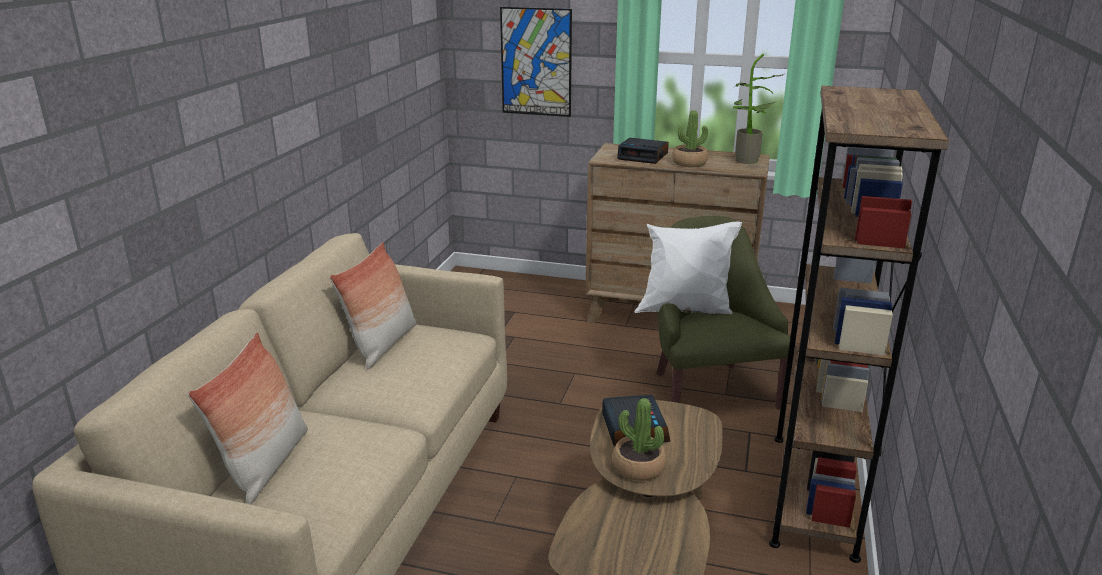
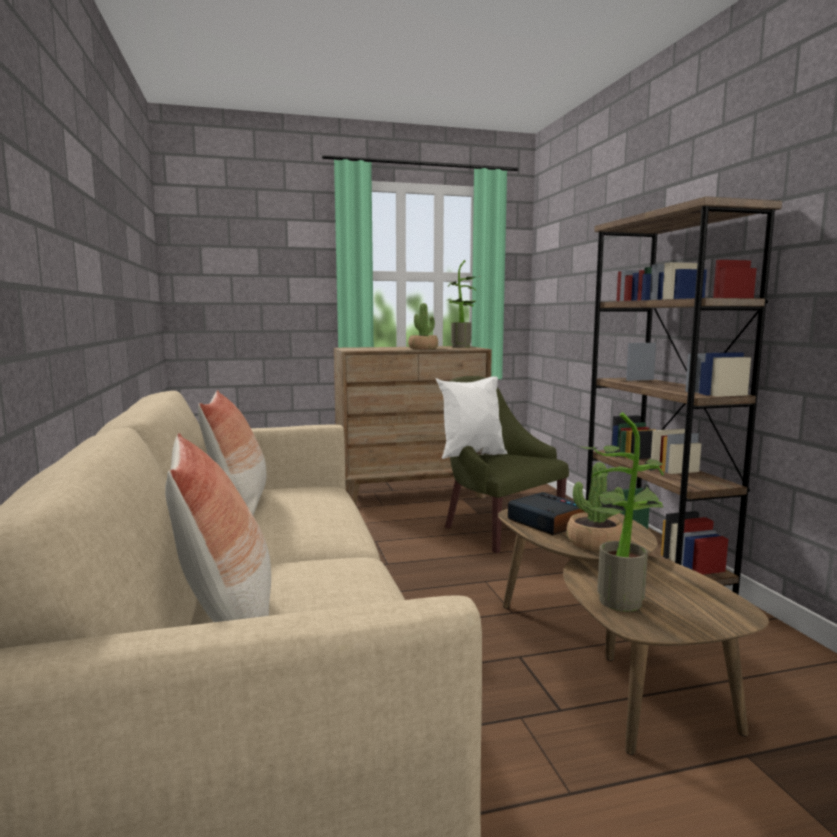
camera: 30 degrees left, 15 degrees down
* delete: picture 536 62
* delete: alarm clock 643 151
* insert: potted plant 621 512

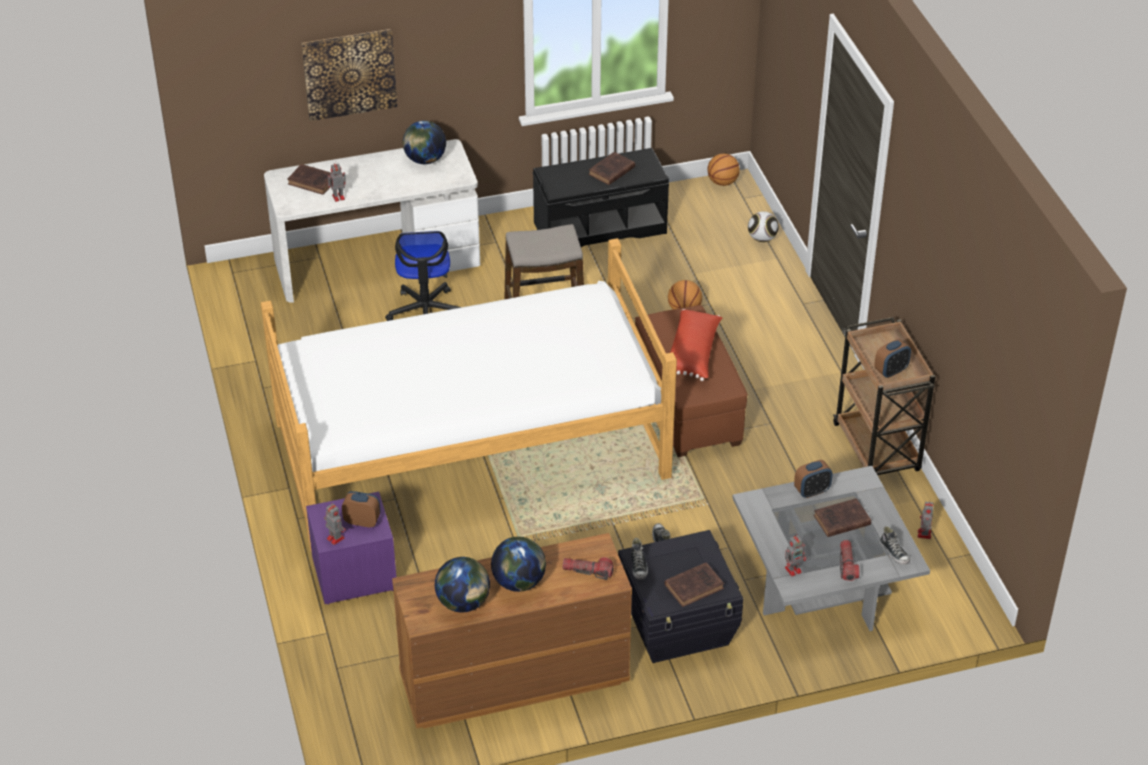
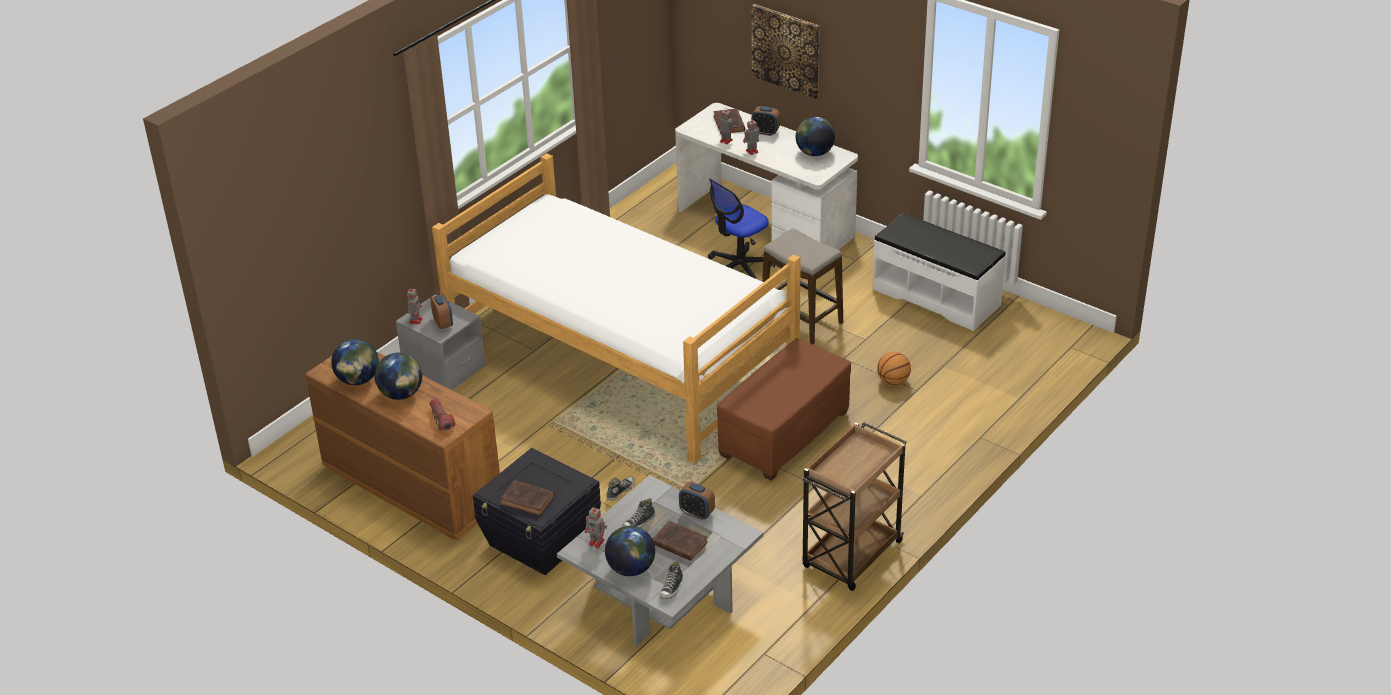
camera: 55 degrees right, 5 degrees down
* recolor: purple nightstand 351 548 to grey nightstand 441 342
* recolor: black bench 601 197 to white bench 939 272
* delete: brown book 612 168
* move: shoe 639 559 to 638 513
* delete: red pillow 696 345
* delete: basketball 723 169
* delete: football 763 226
* replace: flashlight 850 560 to globe 630 551
* move: alarm clock 892 358 to 765 121
* move: toy robot 925 520 to 751 136

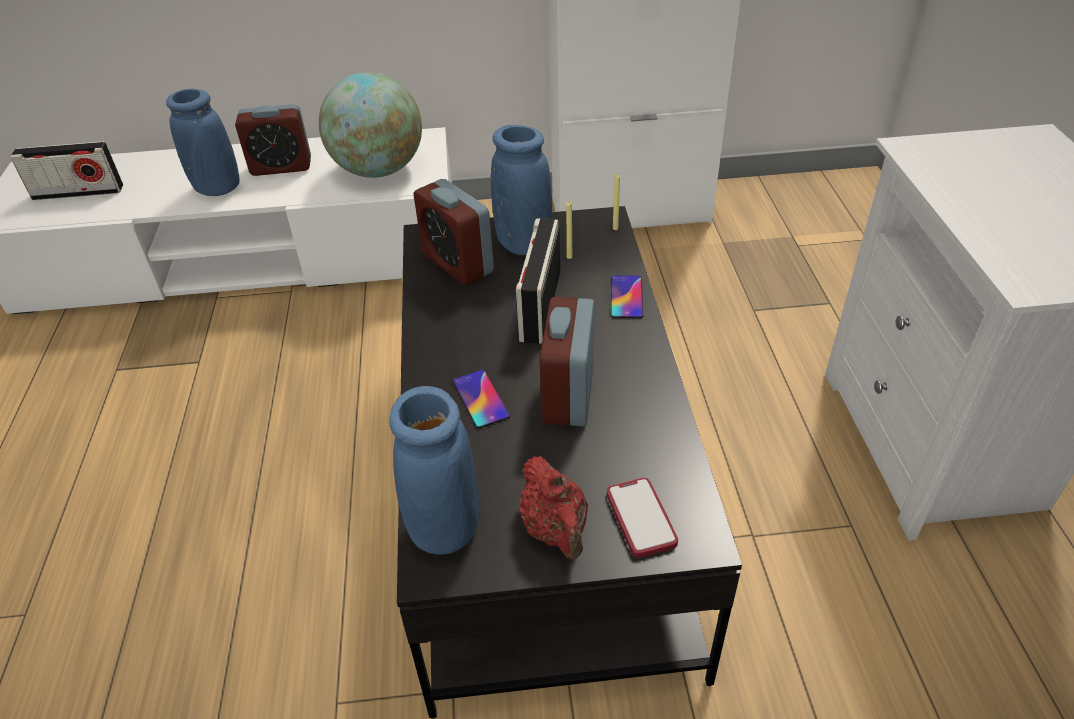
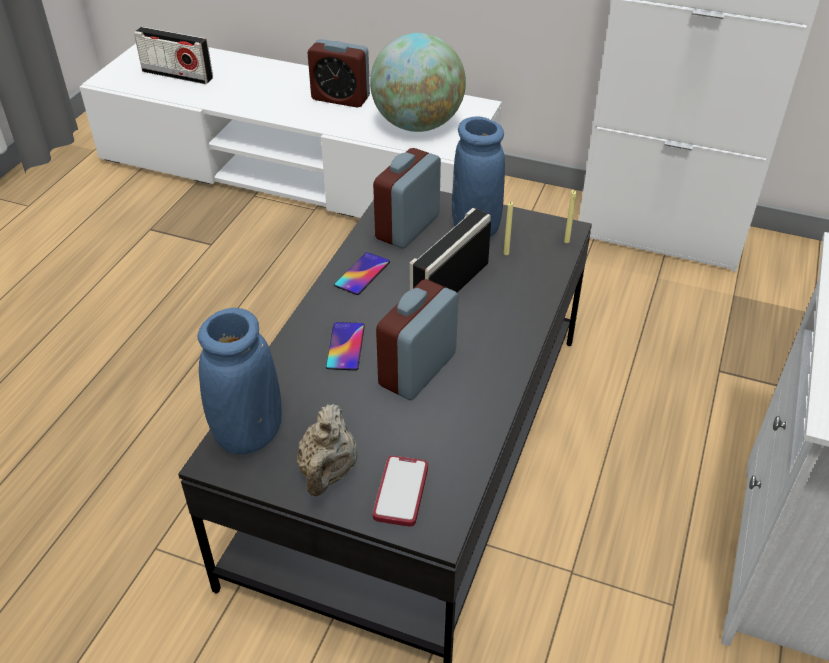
camera: 25 degrees right, 0 degrees up
* delete: blue vase 203 142
* rotate: alarm clock 453 232 = 407 198 45 degrees clockwise
* recolor: red teapot 553 508 to beige teapot 327 450
* move: phone 627 296 to 362 273

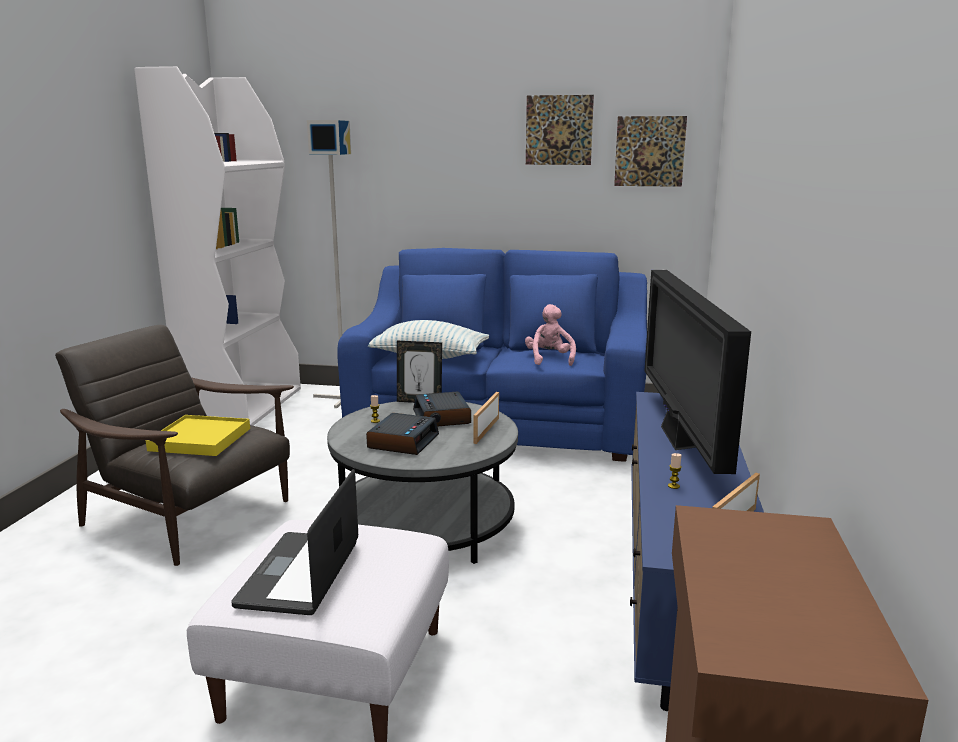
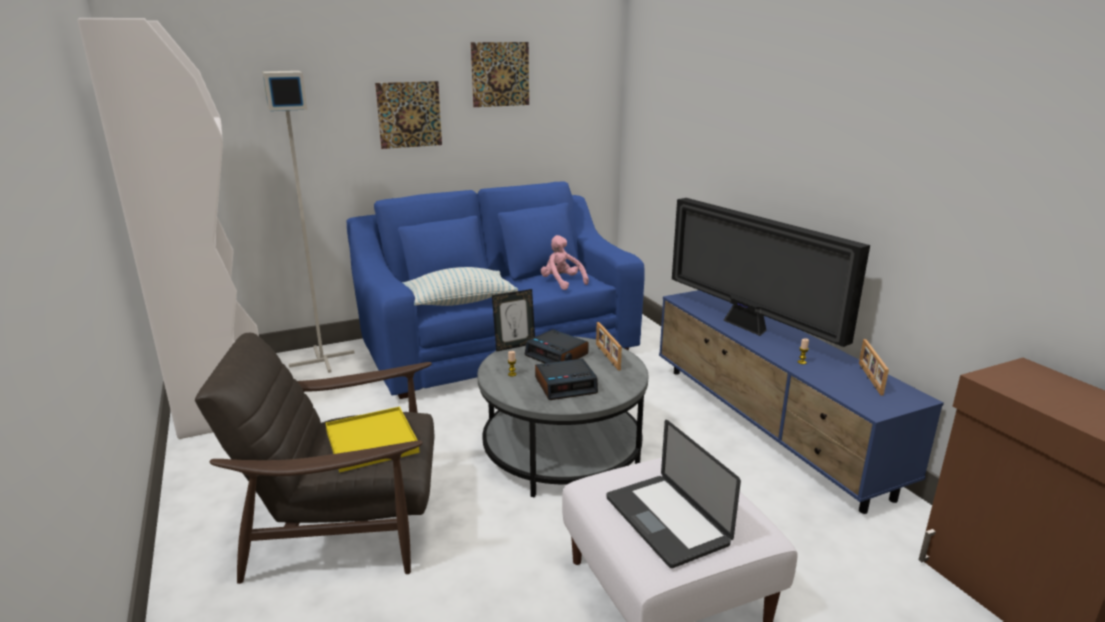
camera: 35 degrees left, 5 degrees up
* rotate: alarm clock 402 434 = 566 379 90 degrees clockwise
* move: picture 650 151 to 408 115

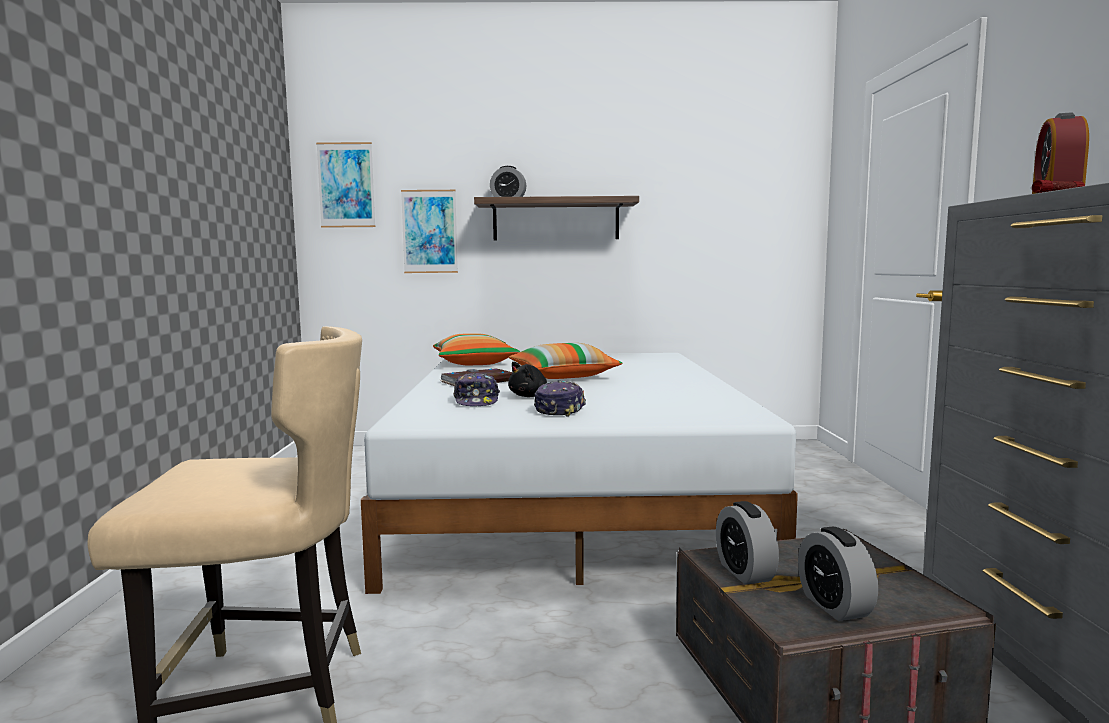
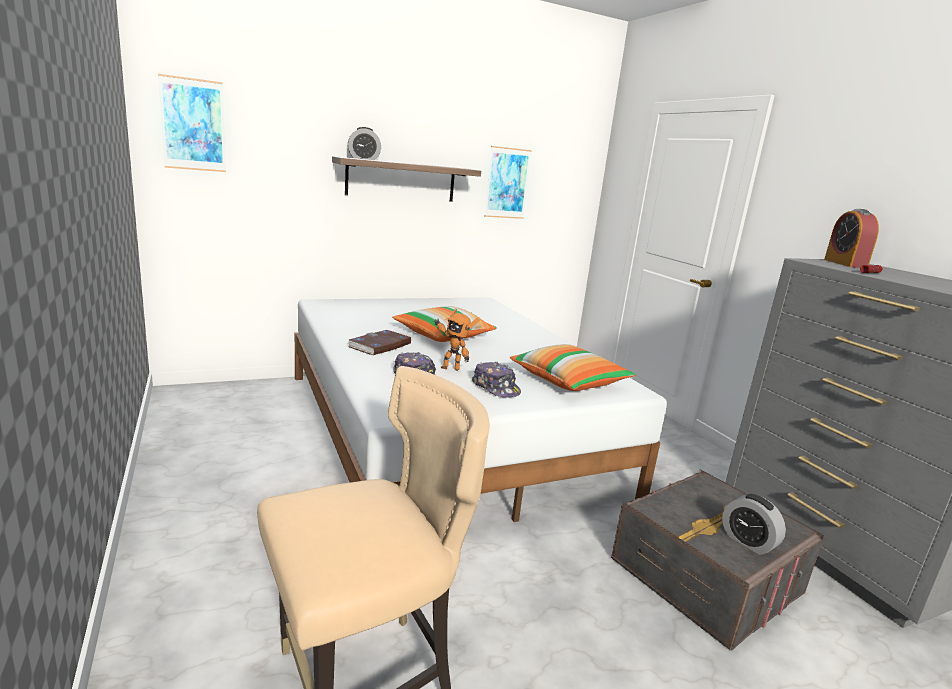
camera: 25 degrees left, 10 degrees up
* move: picture 429 231 to 508 182
* move: pillow 476 349 to 572 367
* replace: black plush toy 527 379 to toy robot 457 340
* rotate: cap 560 398 = 496 380 150 degrees clockwise
* delete: alarm clock 747 543

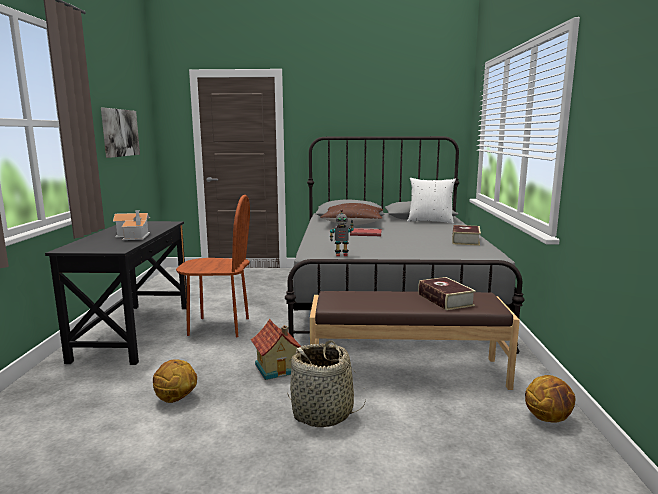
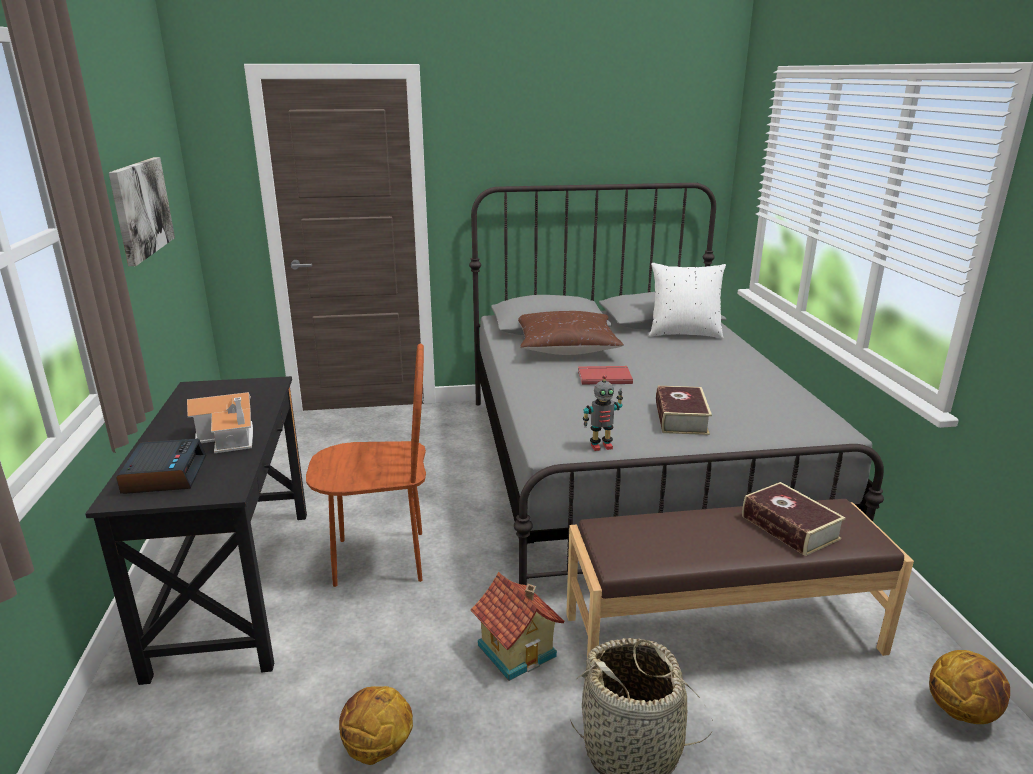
camera: 10 degrees left, 10 degrees up
* move: book 466 235 to 684 410
* insert: alarm clock 161 466

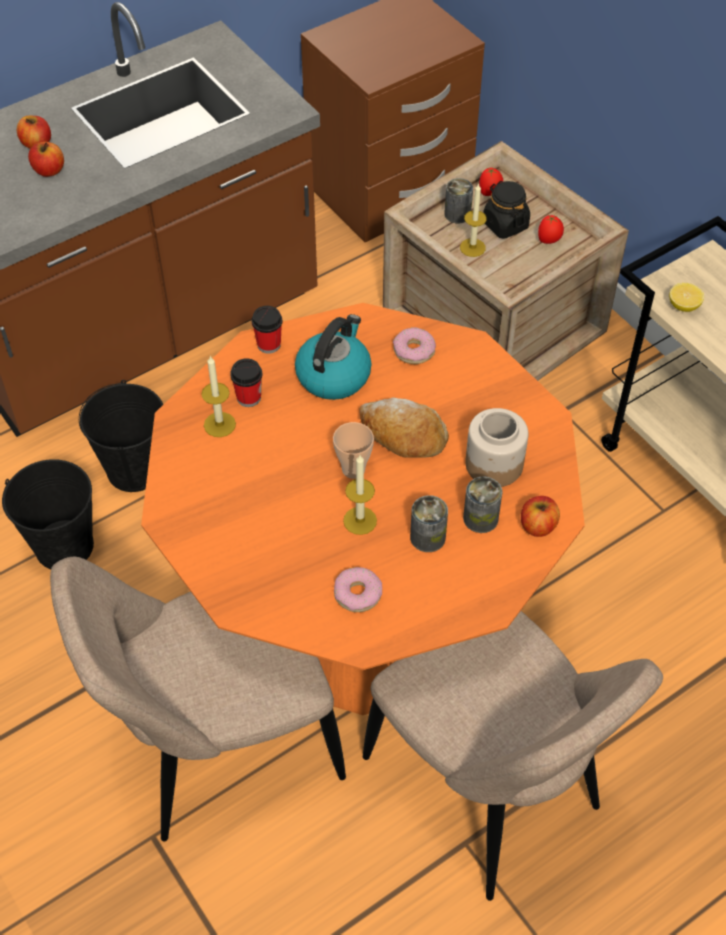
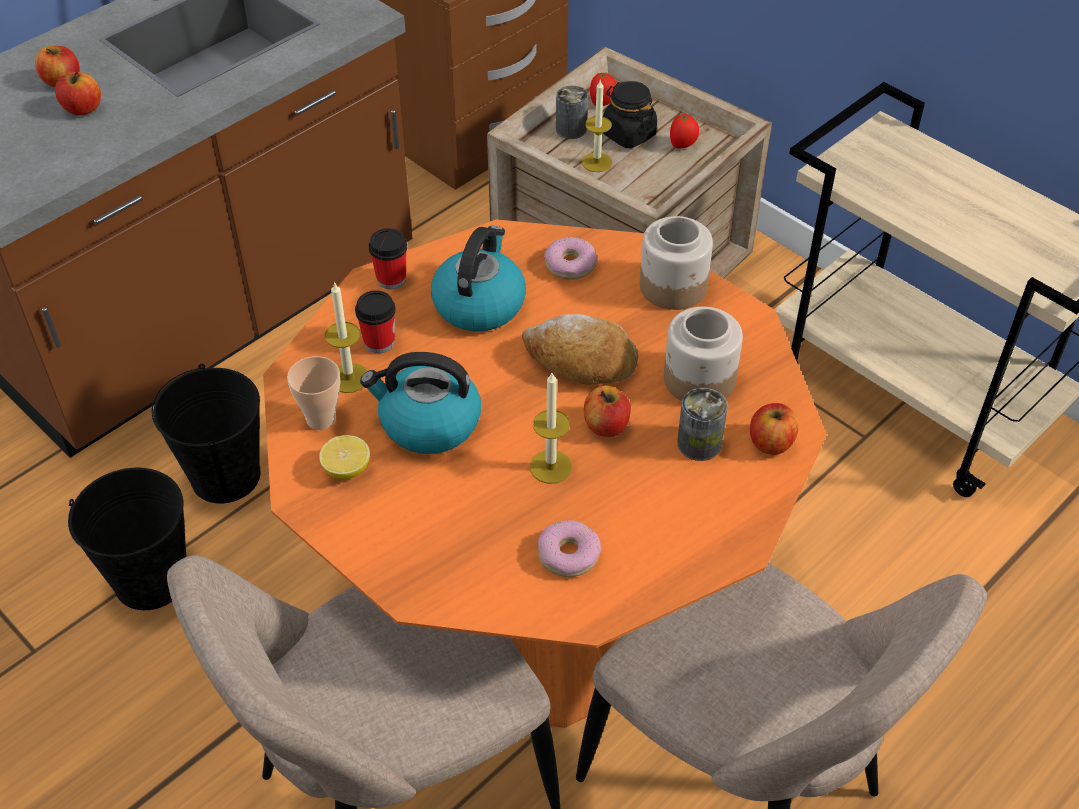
camera: 10 degrees left, 5 degrees down
* move: cup 353 450 to 313 393
* delete: can 429 523
* move: lemon 686 297 to 344 457
* insert: kettle 420 403
* insert: apple 607 411
* insert: jar 676 263

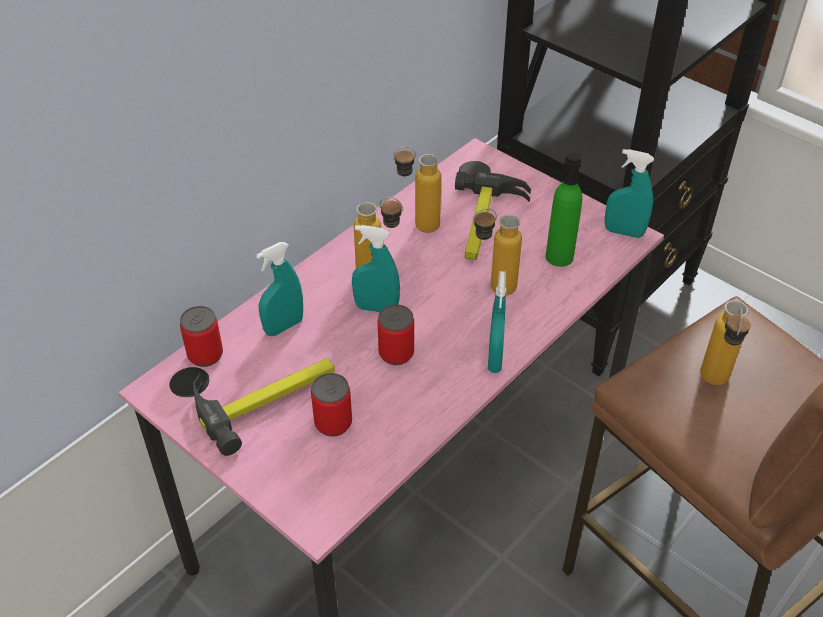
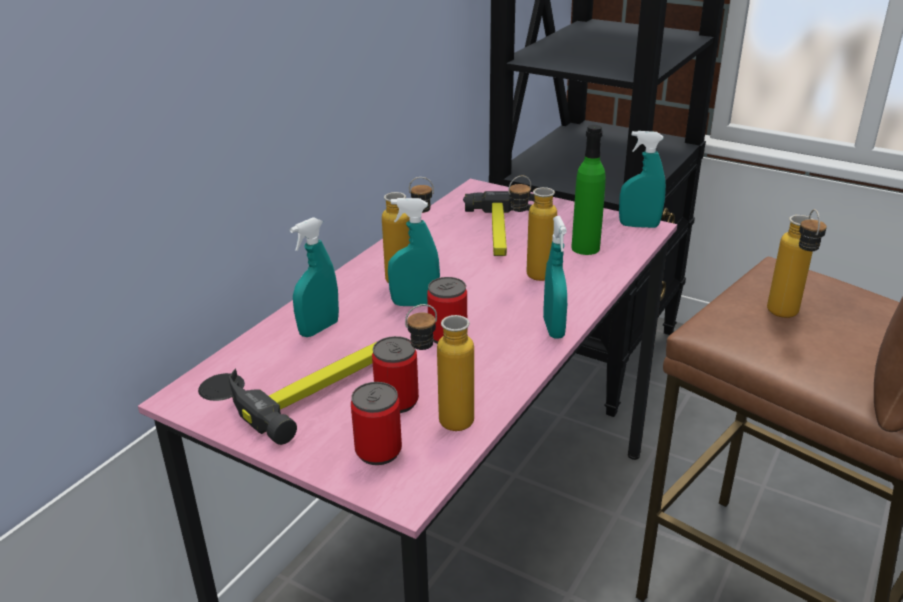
camera: 10 degrees left, 15 degrees down
* move: can 201 336 to 376 423
* move: bottle 417 189 to 439 367

